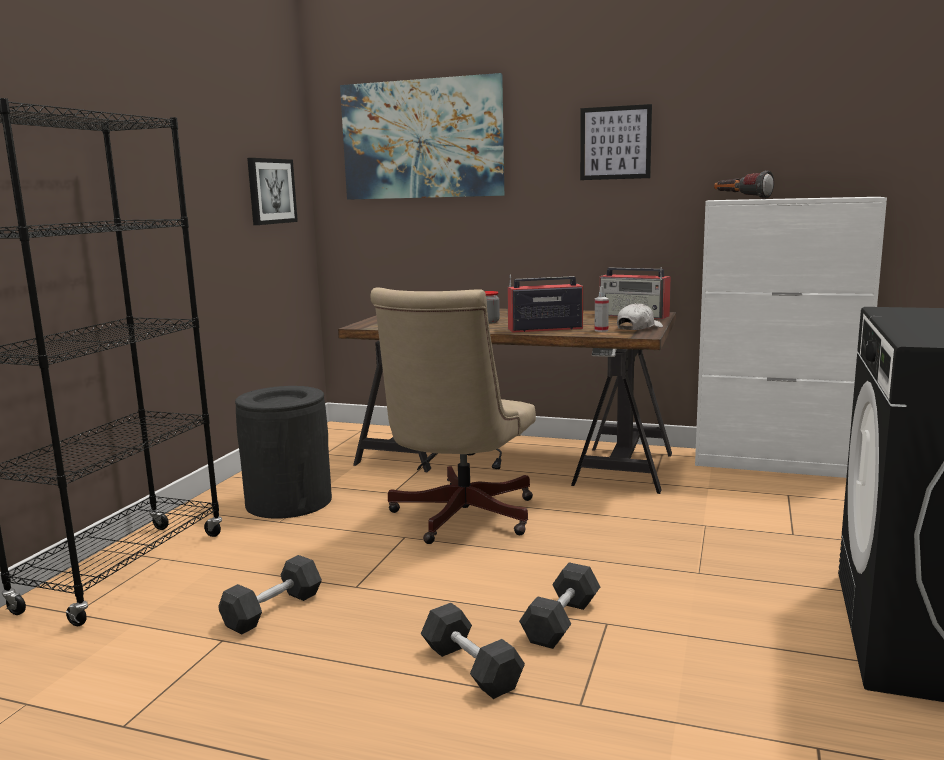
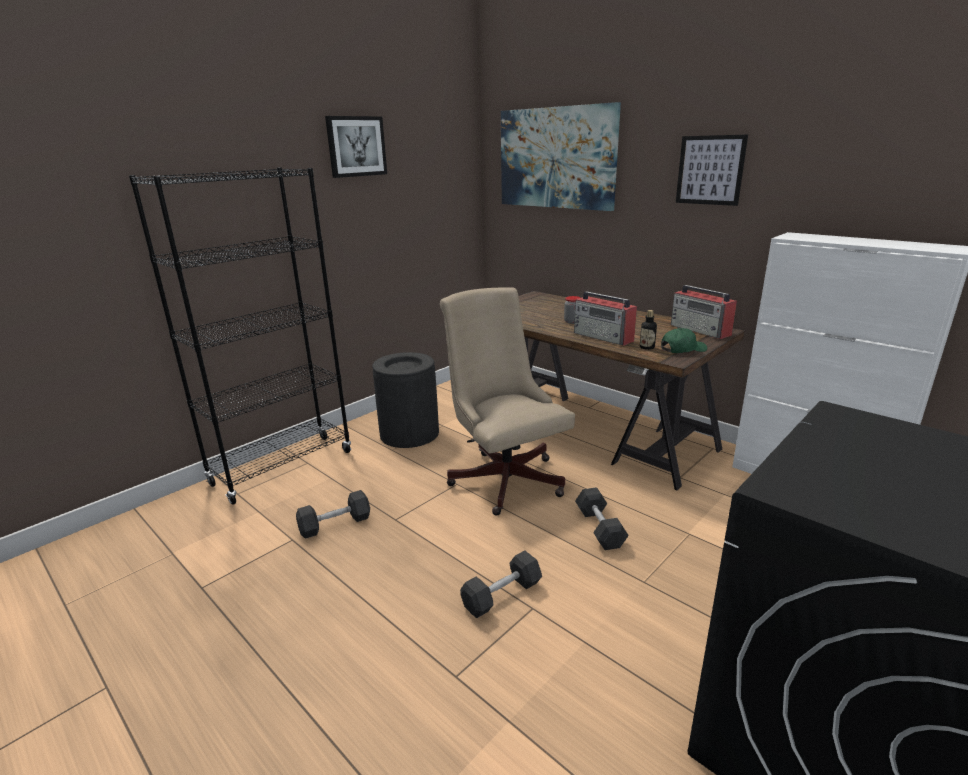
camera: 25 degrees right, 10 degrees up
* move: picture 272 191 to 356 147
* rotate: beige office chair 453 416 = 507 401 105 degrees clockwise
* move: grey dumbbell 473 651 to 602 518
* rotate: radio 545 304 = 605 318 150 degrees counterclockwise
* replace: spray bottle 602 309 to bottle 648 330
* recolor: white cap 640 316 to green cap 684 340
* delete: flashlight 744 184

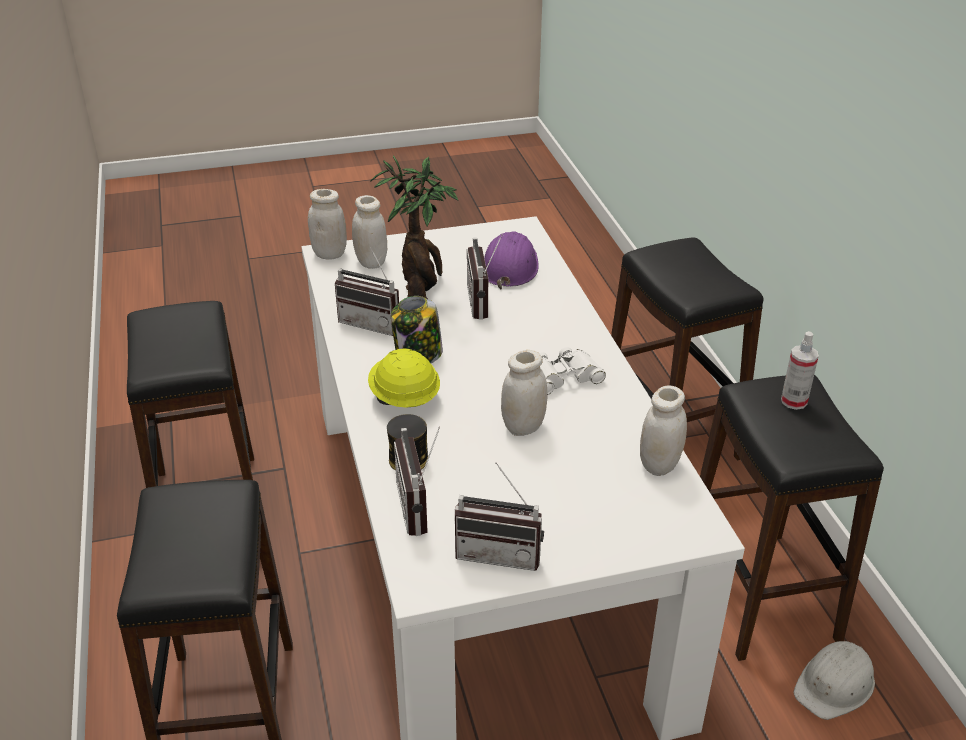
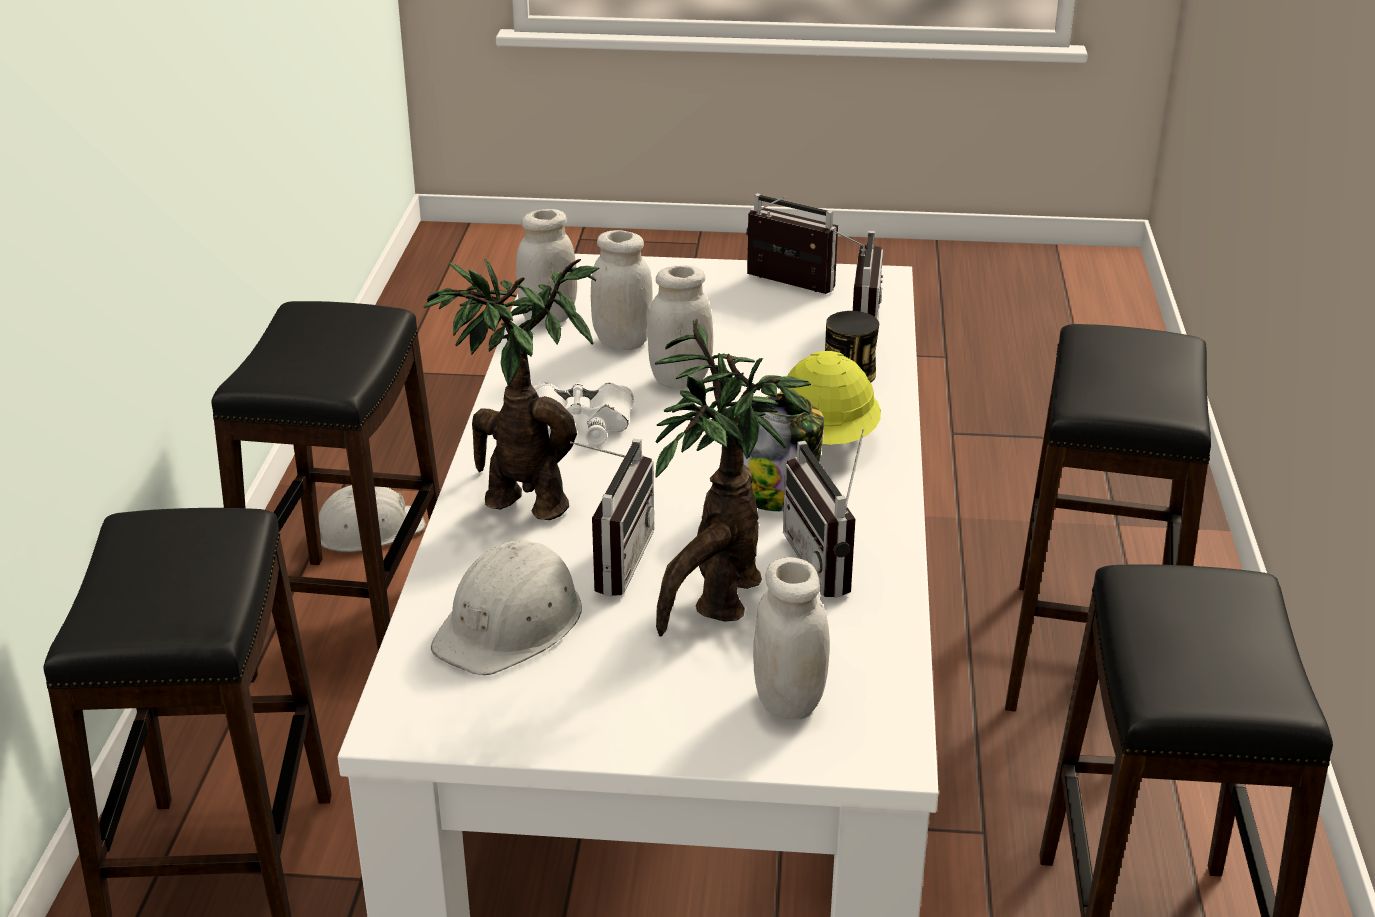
camera: 160 degrees left, 5 degrees down
* move: white jar 327 224 to 622 290
* rotate: radio 367 292 = 823 513 150 degrees counterclockwise
* recolor: purple hard hat 511 260 to white hard hat 506 607
* delete: spray bottle 800 370
* insert: potted plant 512 389

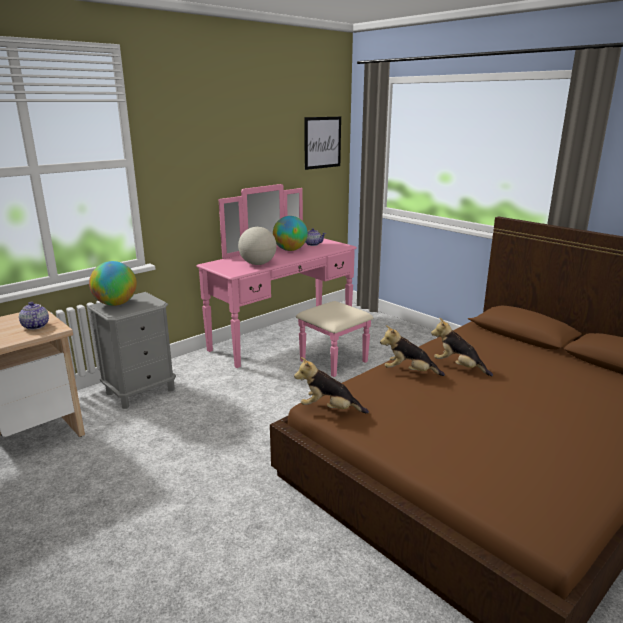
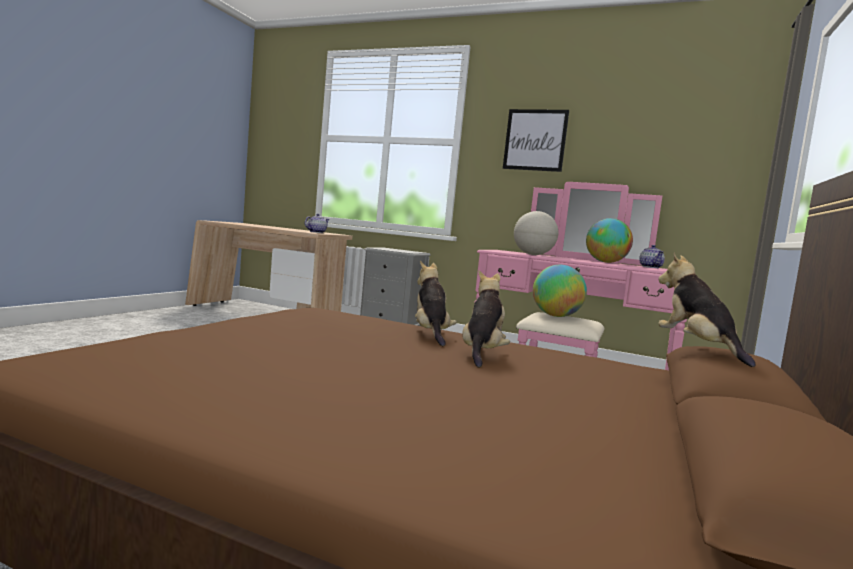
camera: 65 degrees right, 15 degrees down
* move: globe 113 283 to 560 291
* move: plush toy 331 385 to 707 309
* move: picture 323 143 to 536 140

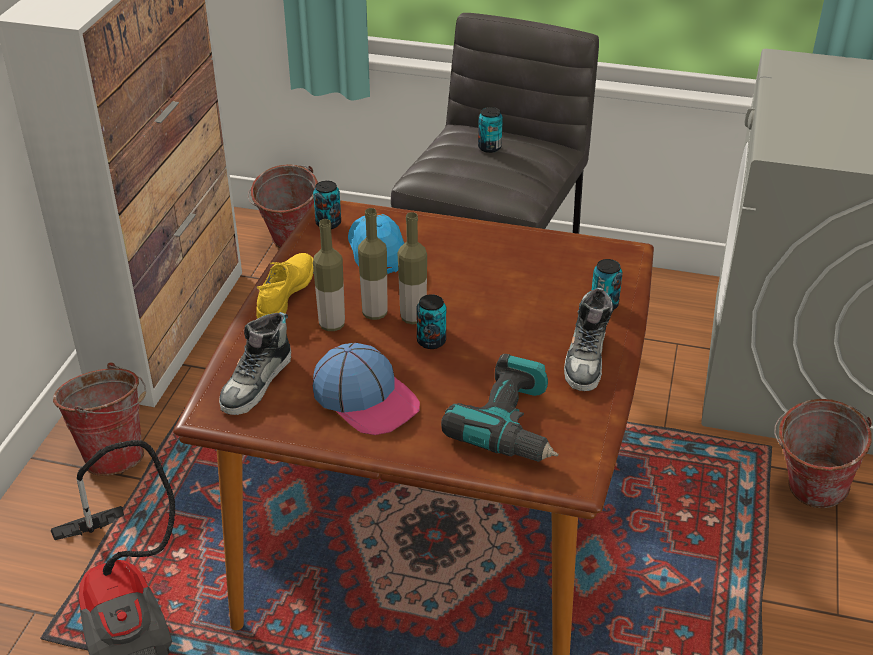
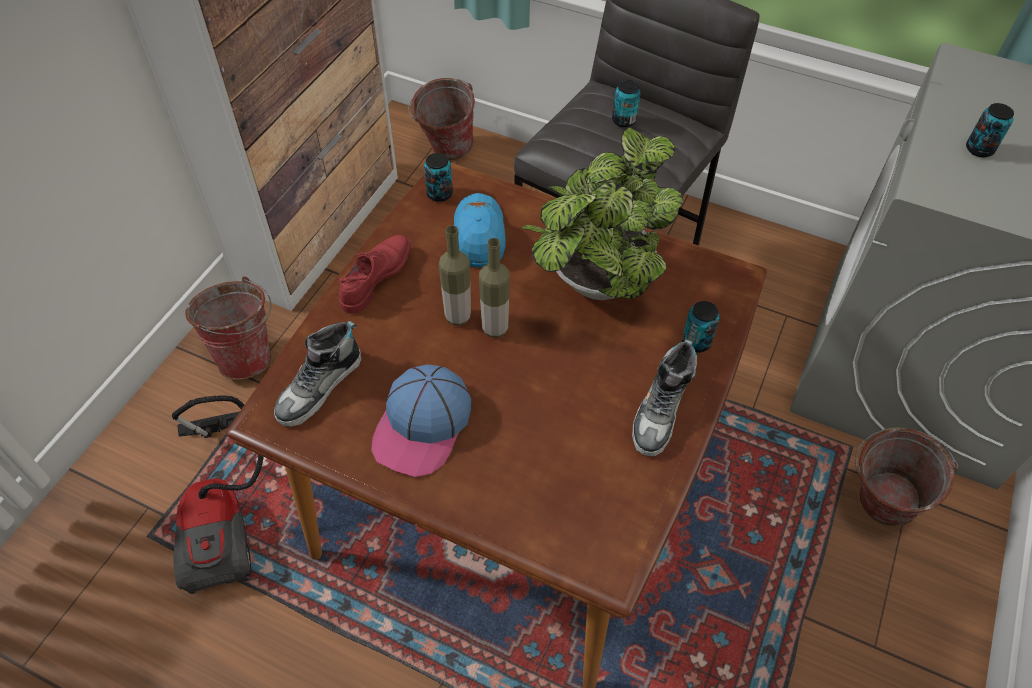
camera: 10 degrees right, 15 degrees up
* recolor: yellow shoe 285 286 to red shoe 374 274
* rotate: cap 366 389 = 421 420 60 degrees clockwise
* delete: bottle 329 275
* move: can 431 321 to 990 130
* delete: power drill 499 408
* insert: potted plant 602 213

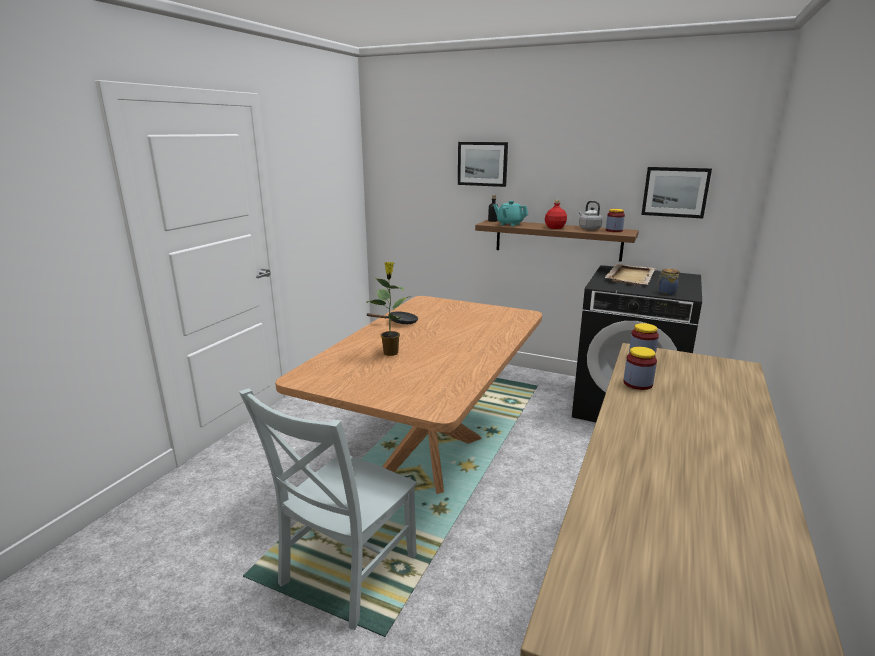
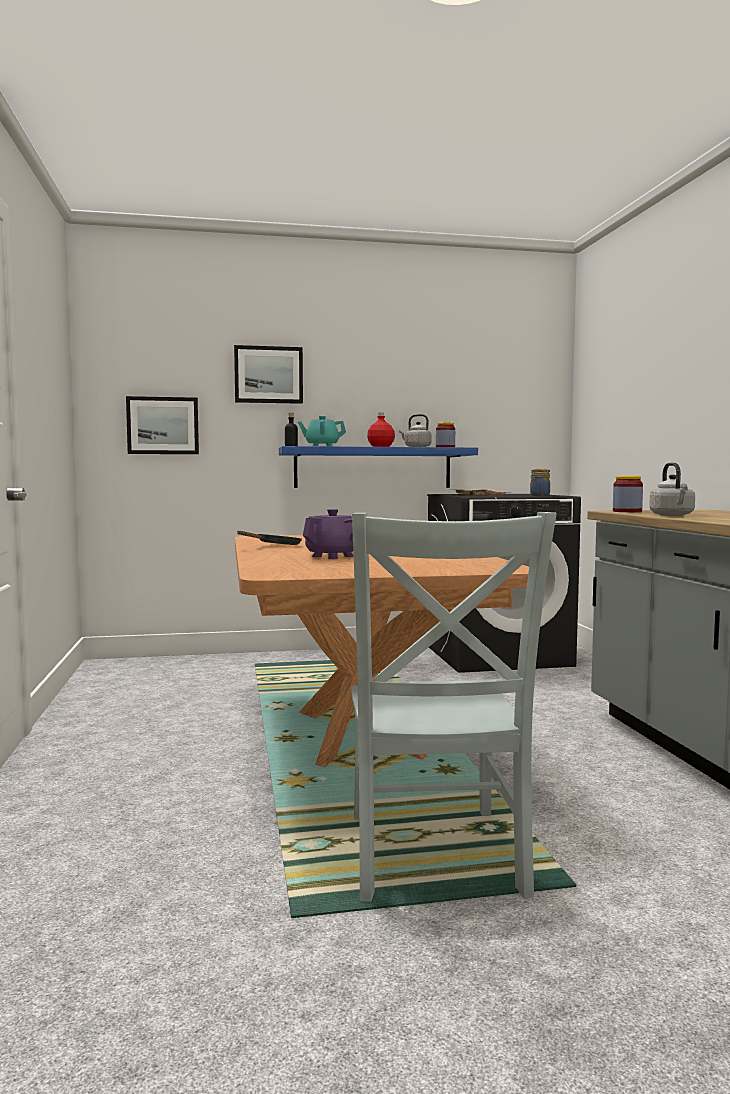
camera: 35 degrees left, 15 degrees down
* replace: potted plant 389 309 to purple teapot 328 534
* recolor: brown shelf 557 241 to blue shelf 378 467
* replace: jar 640 368 to grey kettle 672 489
* move: picture 676 193 to 162 425

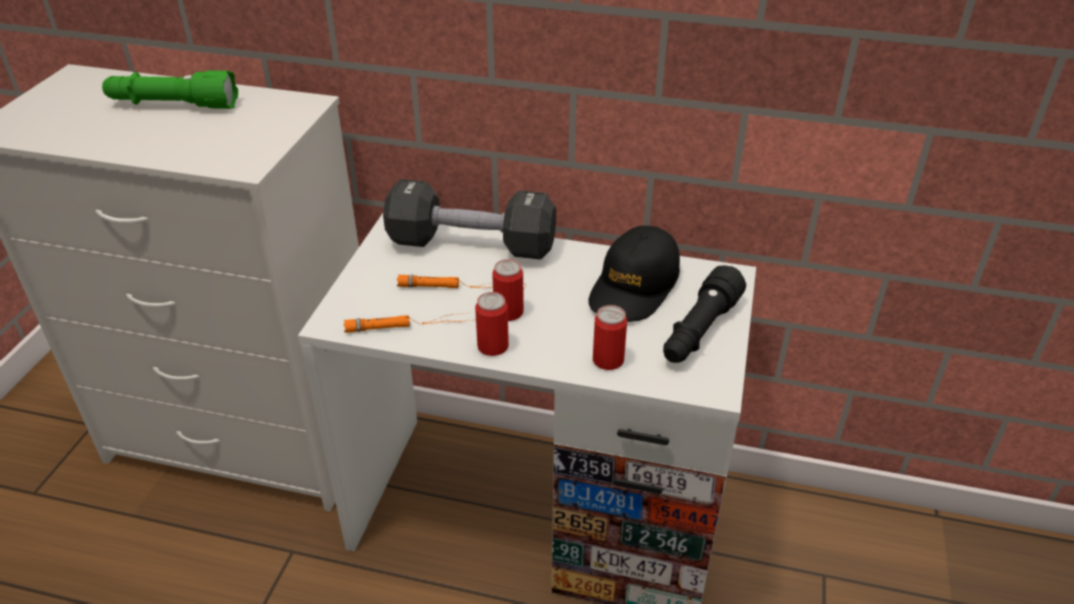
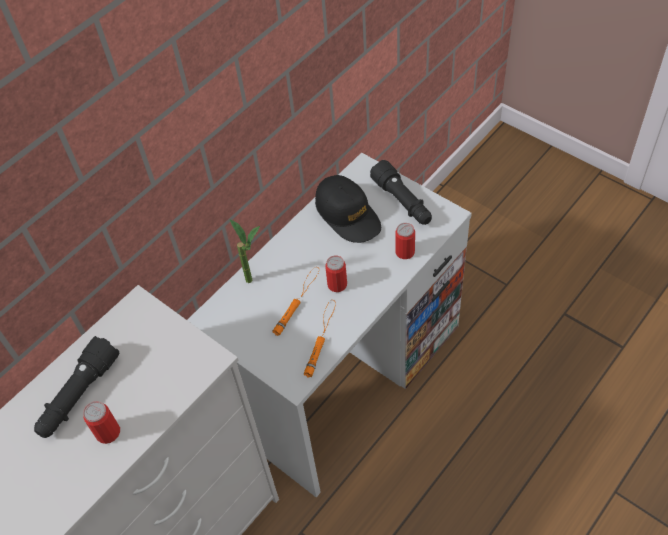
camera: 60 degrees left, 15 degrees up
* recolor: green flashlight 170 89 to black flashlight 76 387
* replace: black dumbbell 469 219 to potted plant 245 251
* move: can 492 324 to 101 422

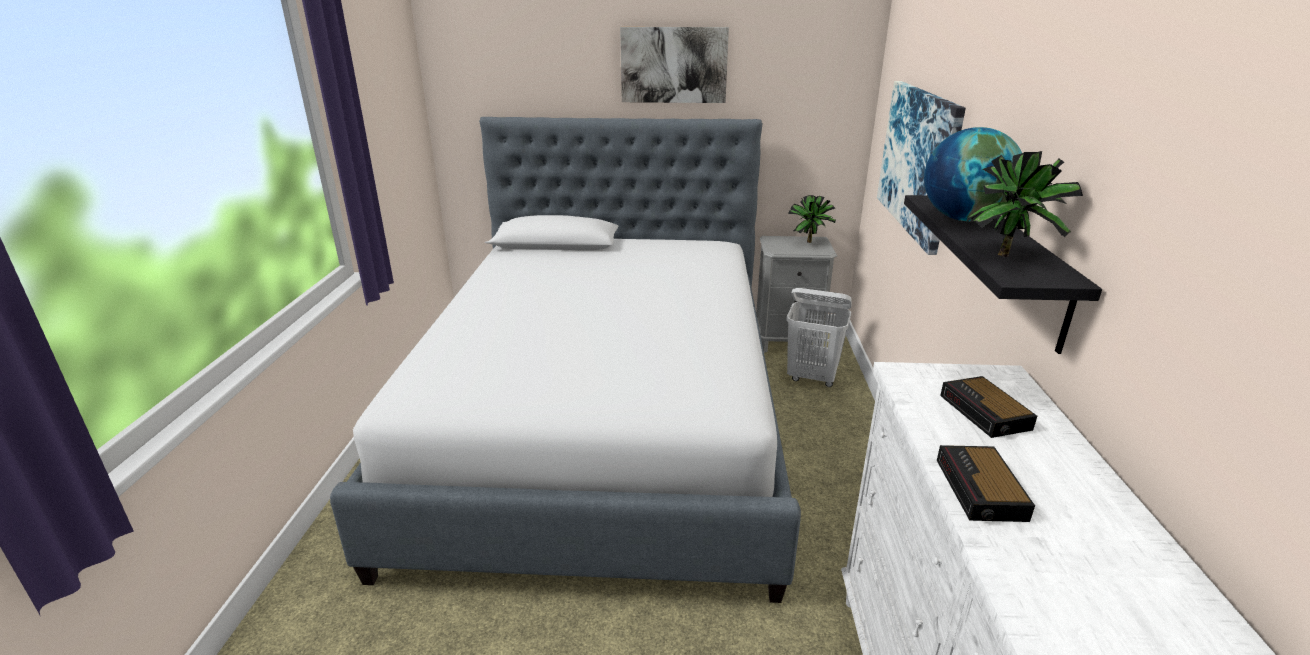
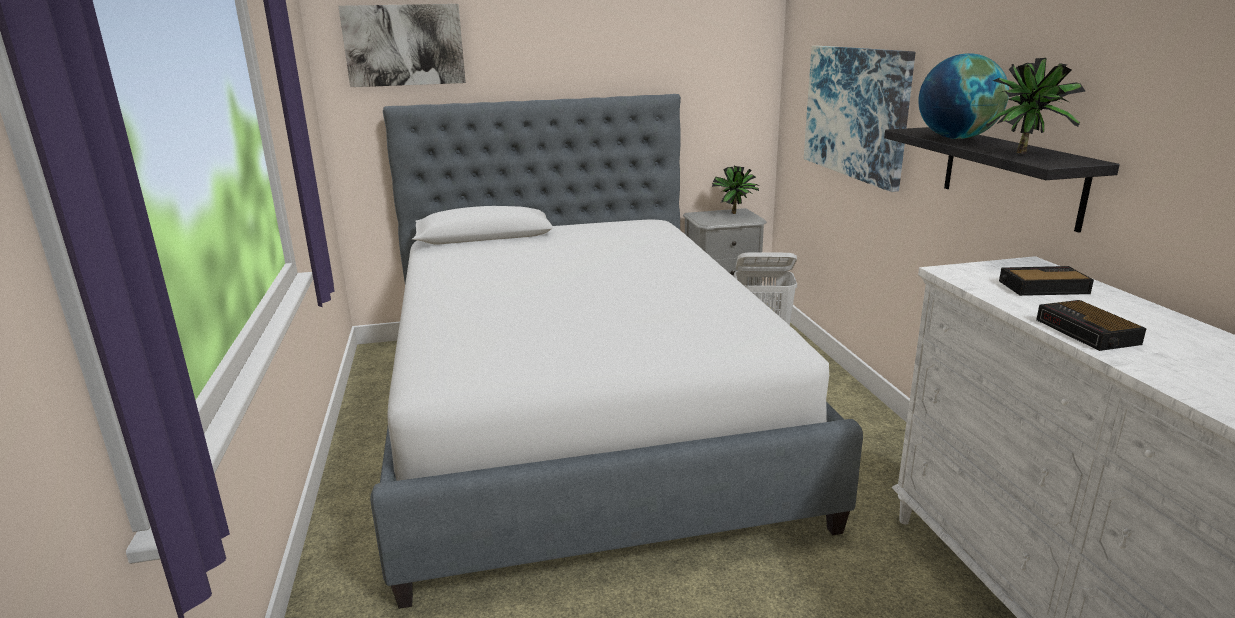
camera: 15 degrees left, 5 degrees down
* move: picture 674 65 to 402 45
* rotate: alarm clock 988 407 = 1046 281 120 degrees clockwise

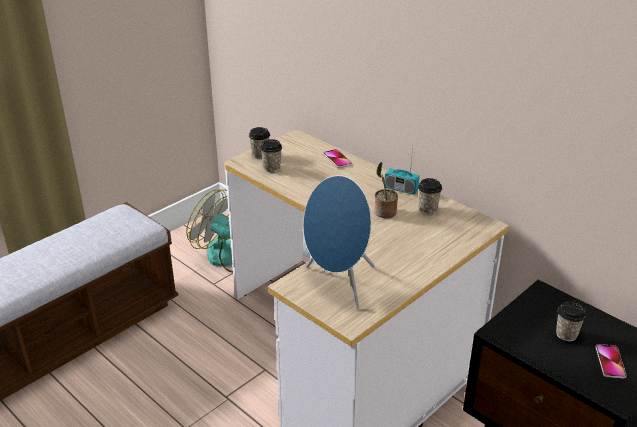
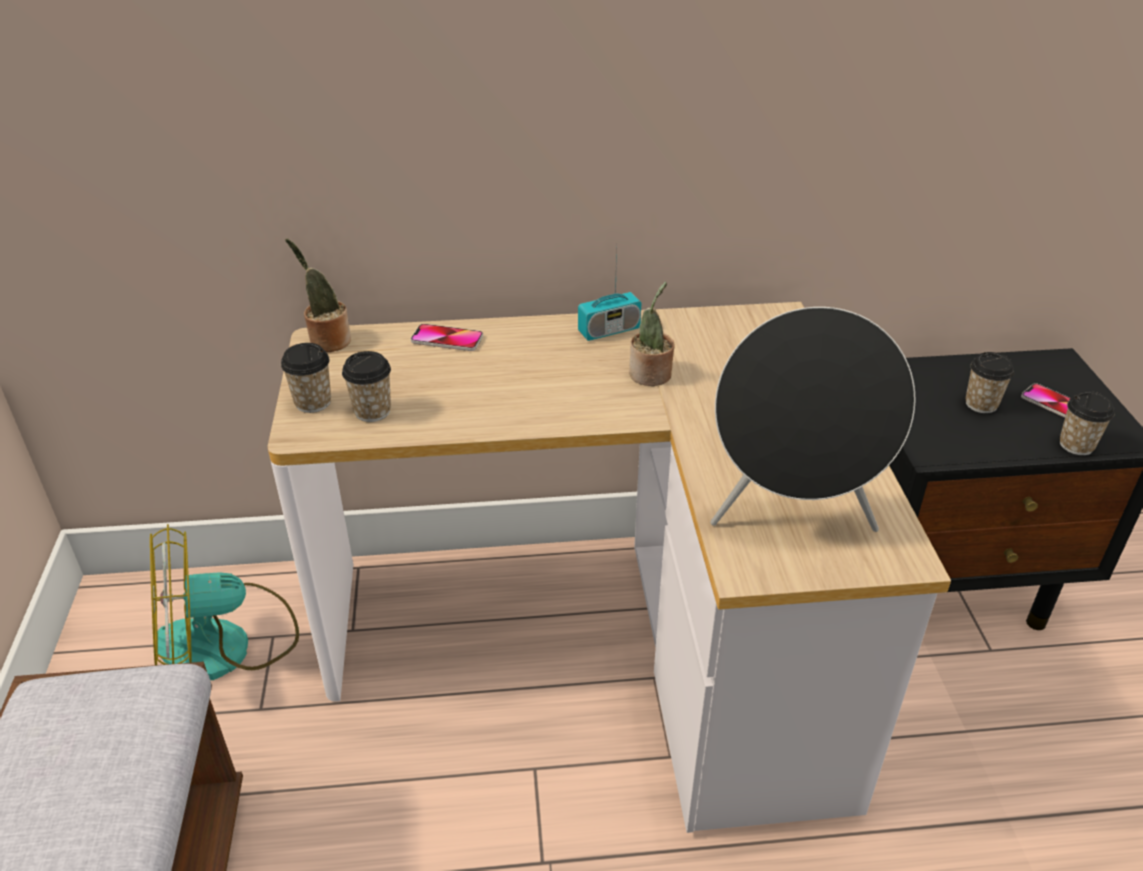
camera: 50 degrees left, 5 degrees up
* recolor: blue speaker 339 242 to black speaker 813 419
* move: cup 430 196 to 1087 423
* insert: potted plant 318 295

